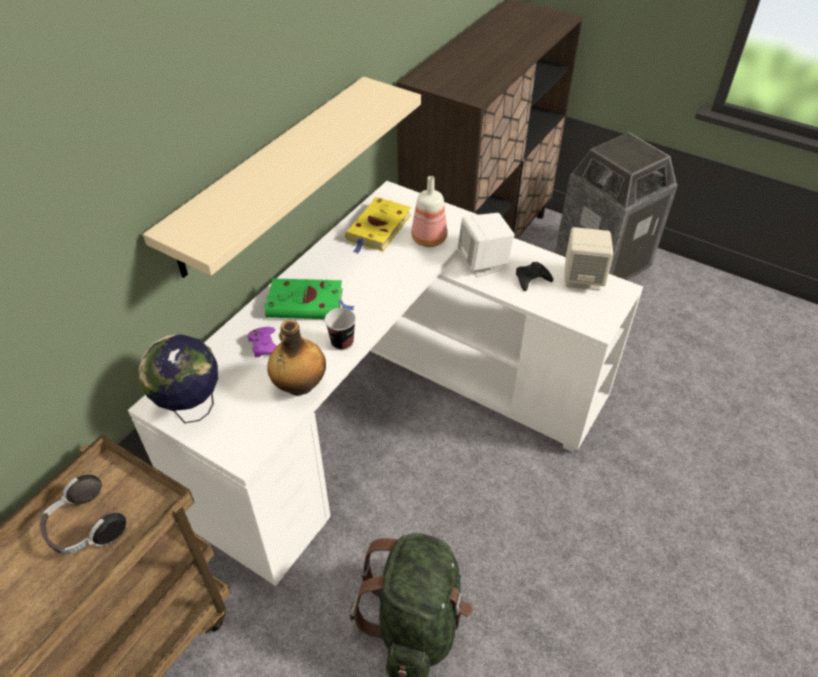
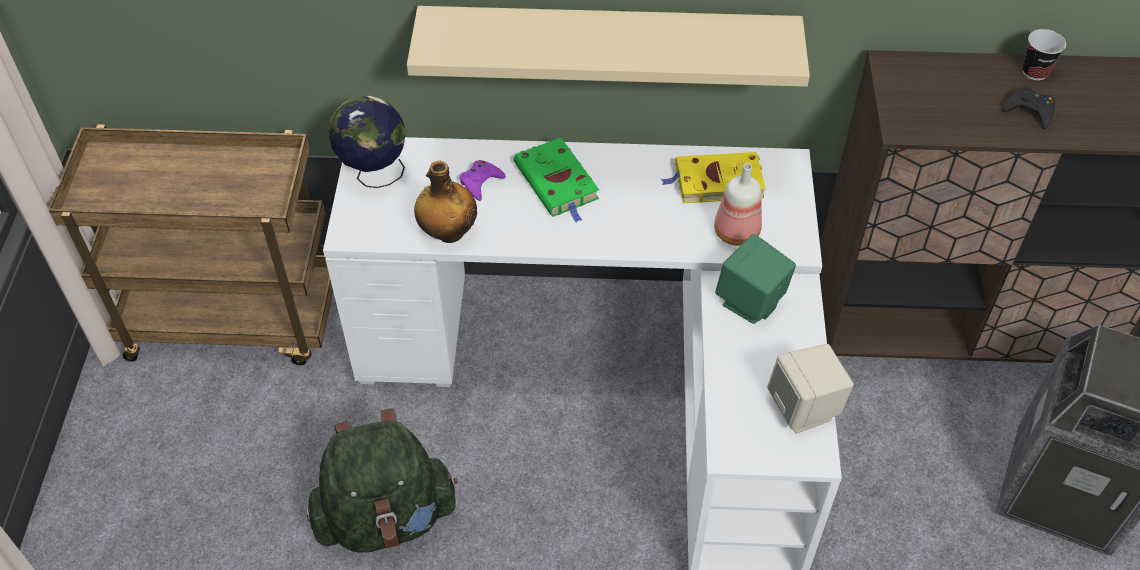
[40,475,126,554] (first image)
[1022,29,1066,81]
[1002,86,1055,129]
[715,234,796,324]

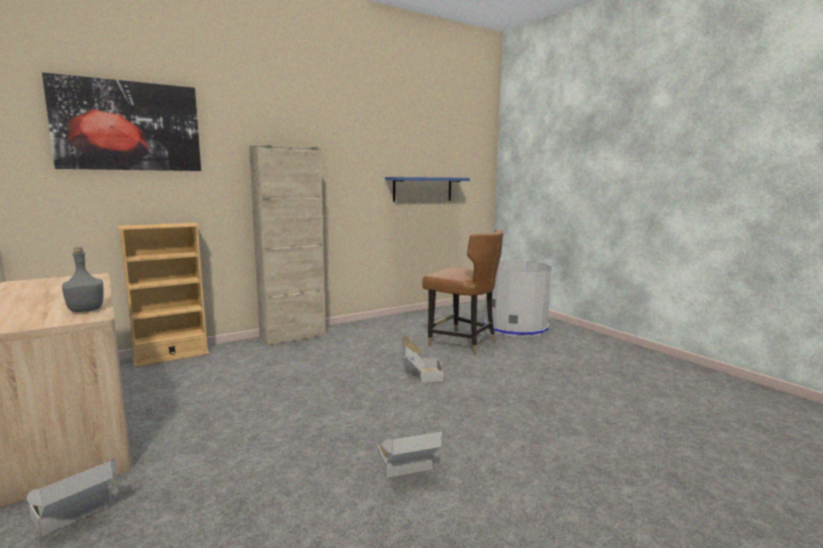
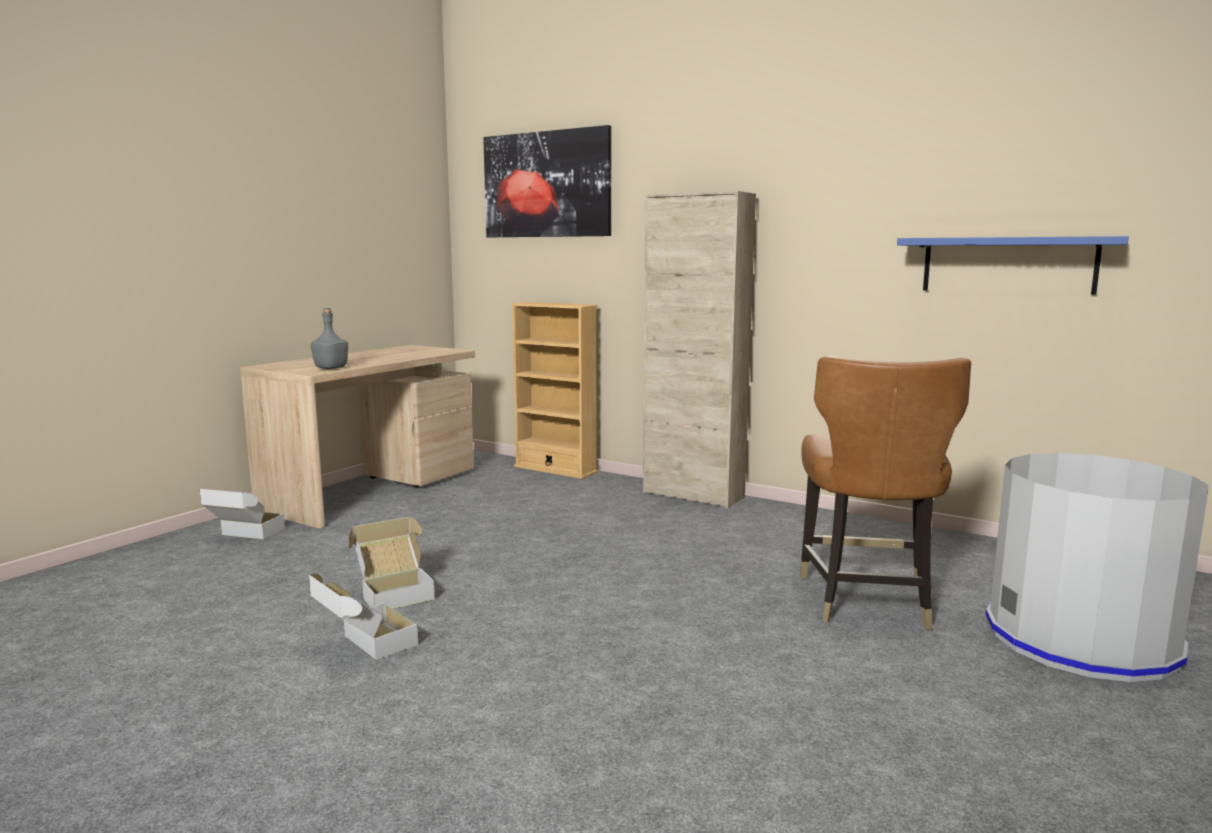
[348,517,435,609]

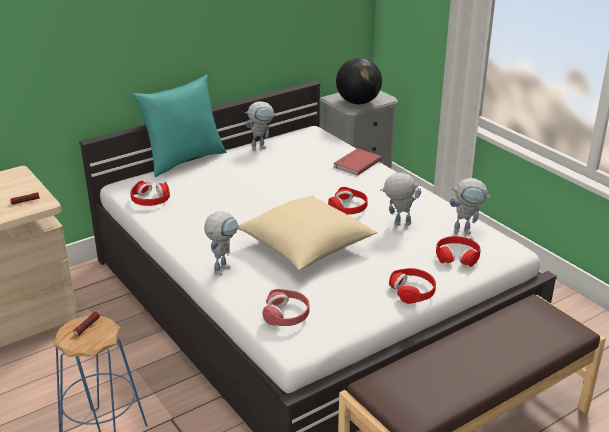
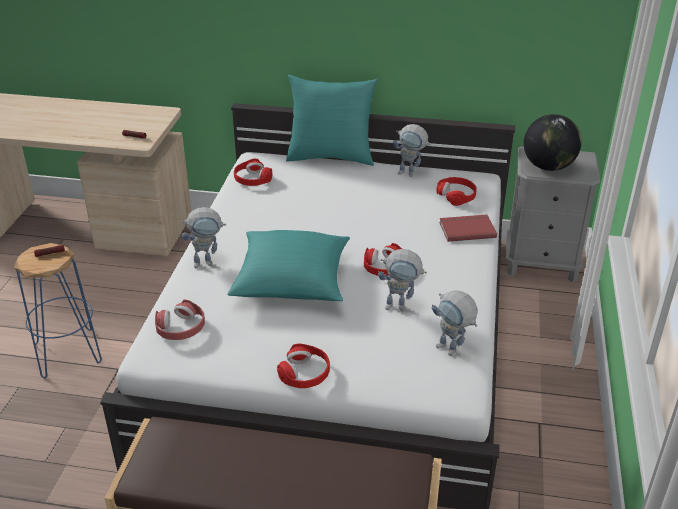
[436,177,477,206]
[227,230,350,301]
[378,249,427,311]

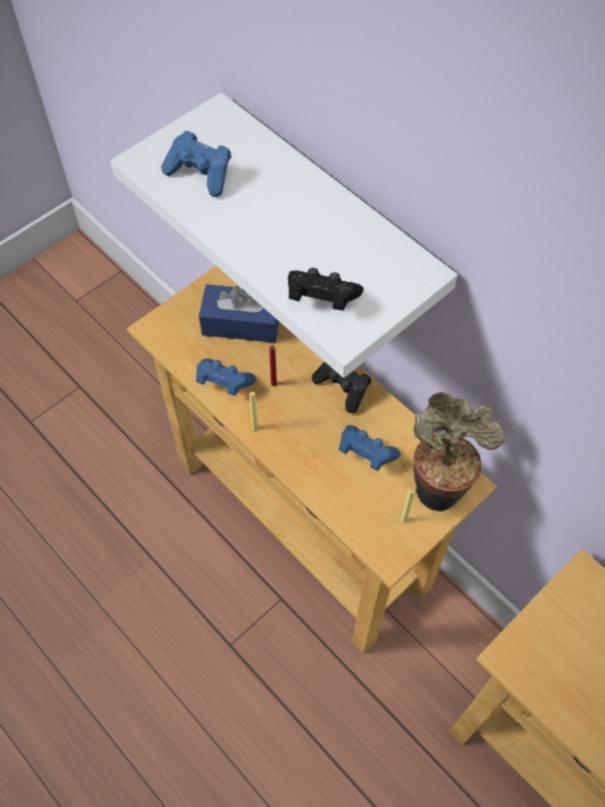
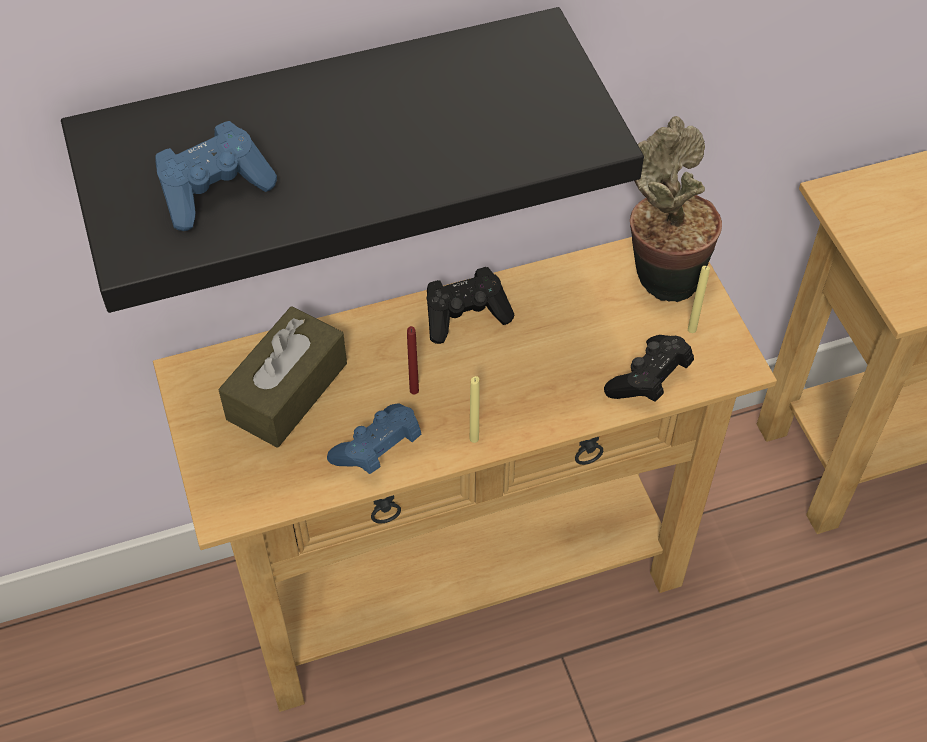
[339,425,401,471] (first image)
[604,335,694,402]
[61,7,644,313]
[218,306,347,447]

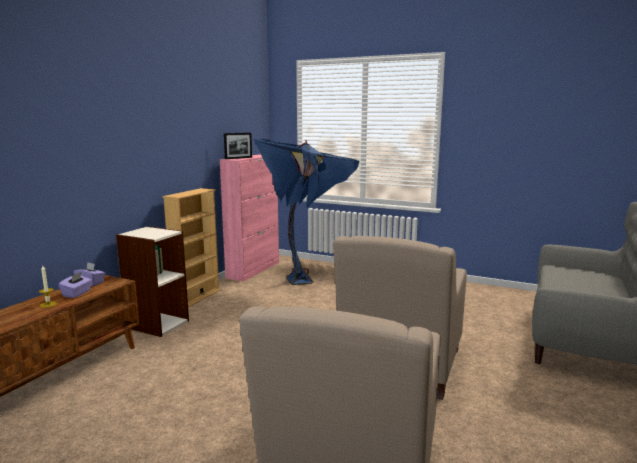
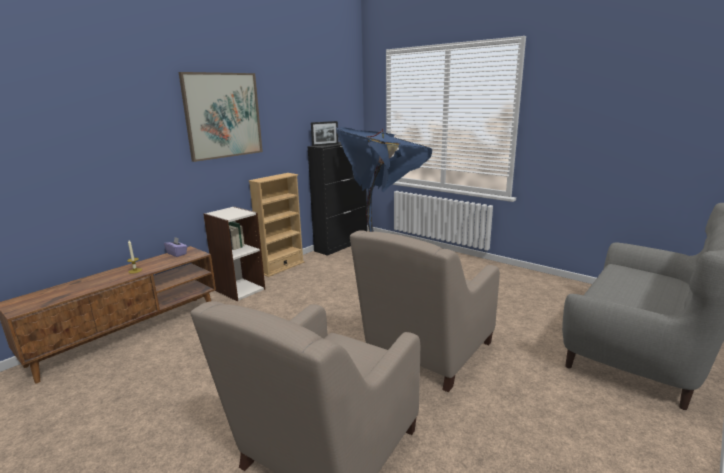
[58,272,92,298] (first image)
[179,72,263,162]
[307,142,367,256]

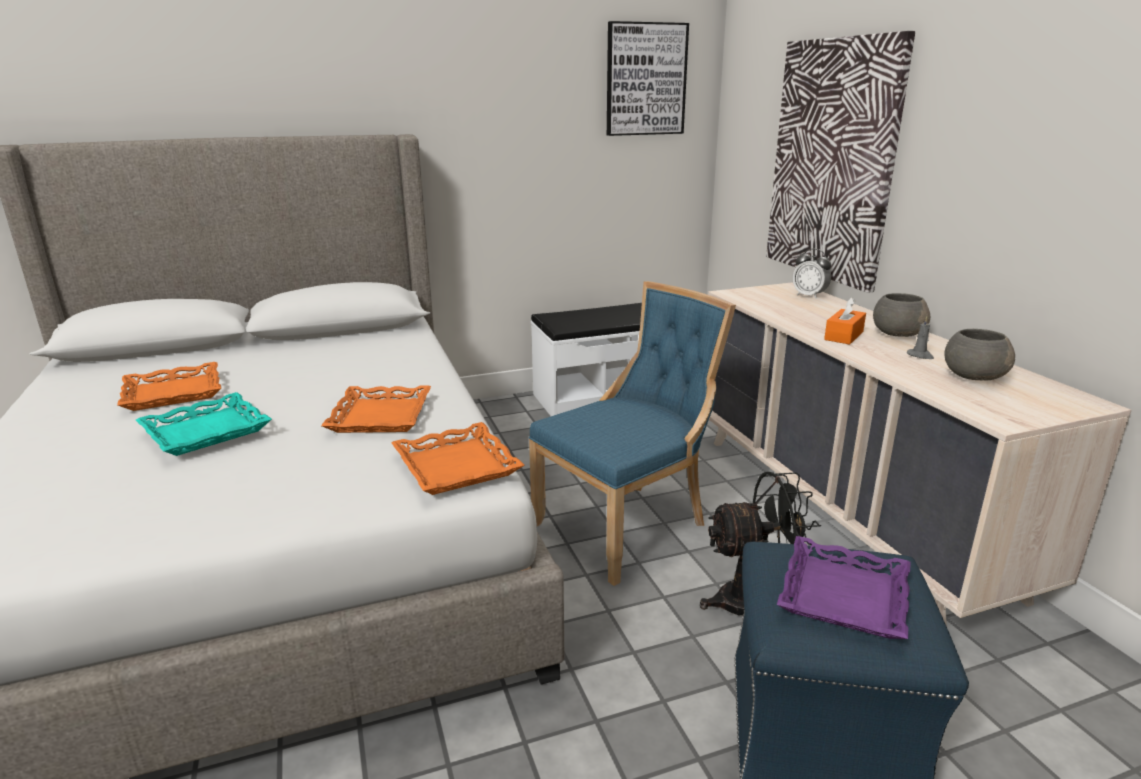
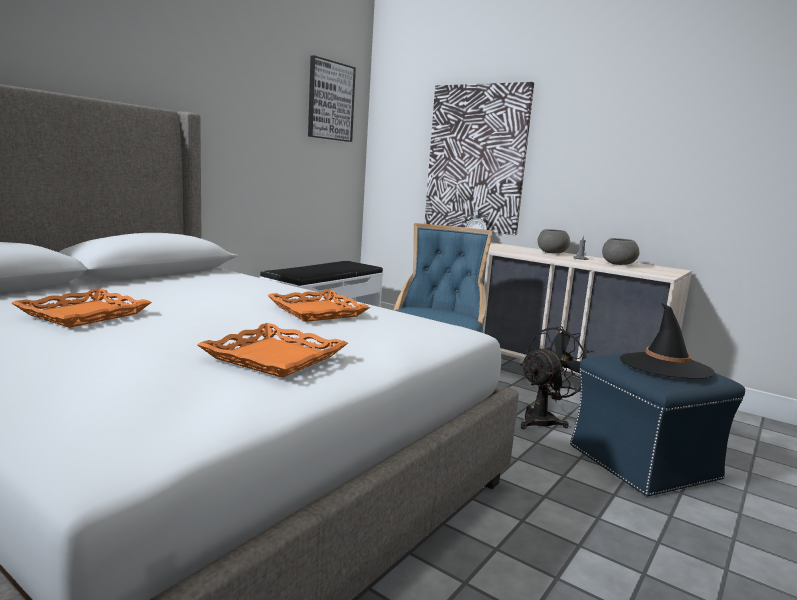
[136,392,272,456] (first image)
[824,297,866,345] (first image)
[197,323,348,378]
[620,302,715,379]

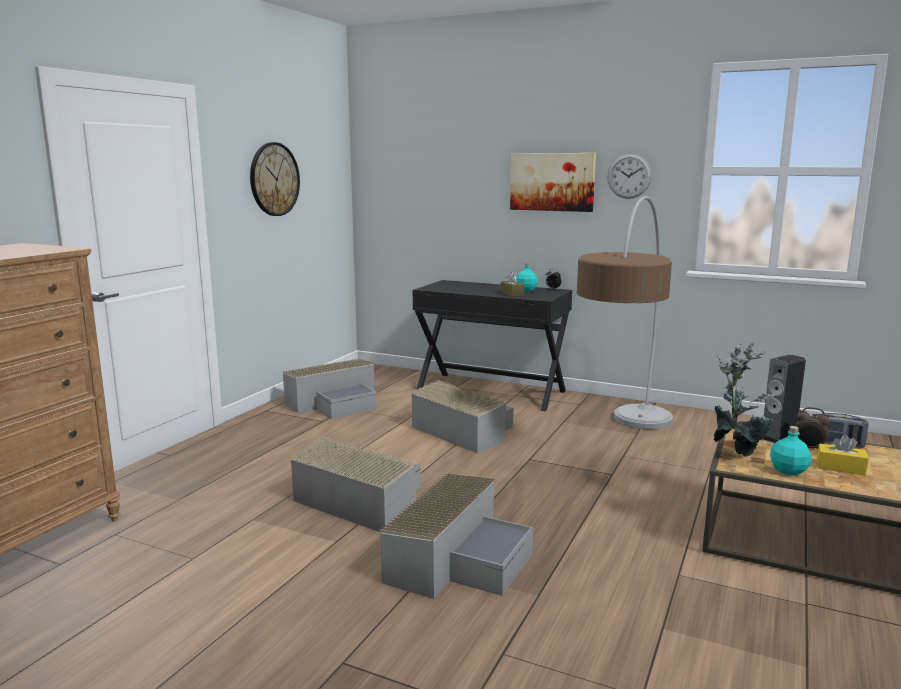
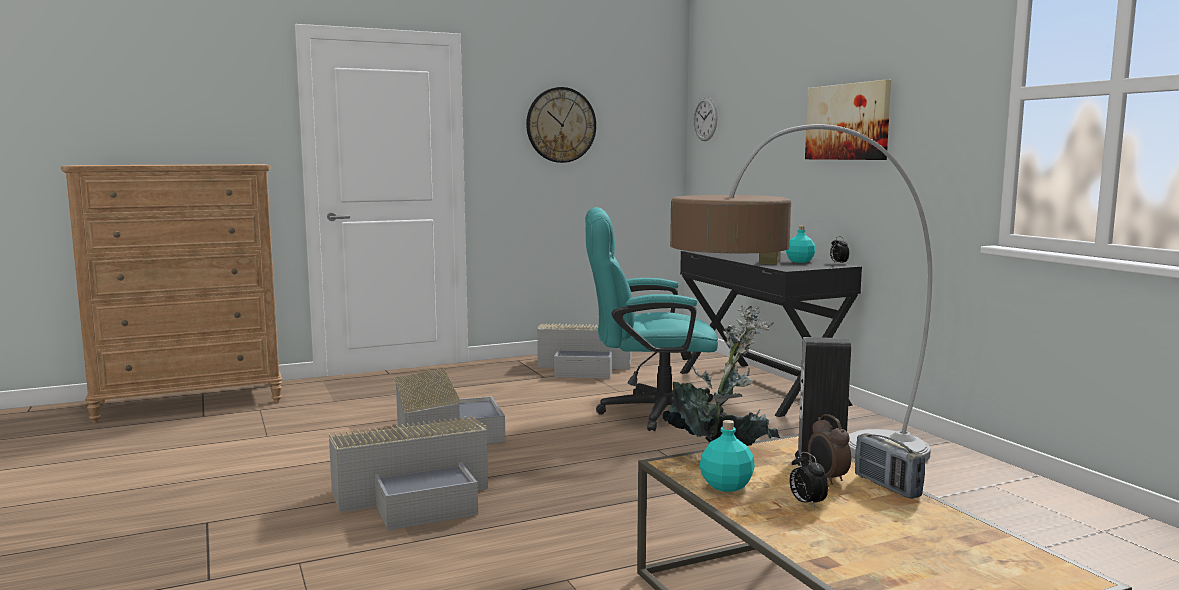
[694,97,717,141]
[586,207,727,431]
[789,452,828,508]

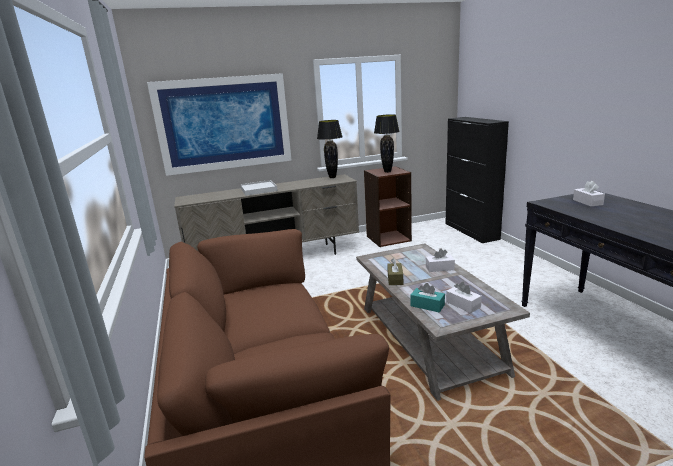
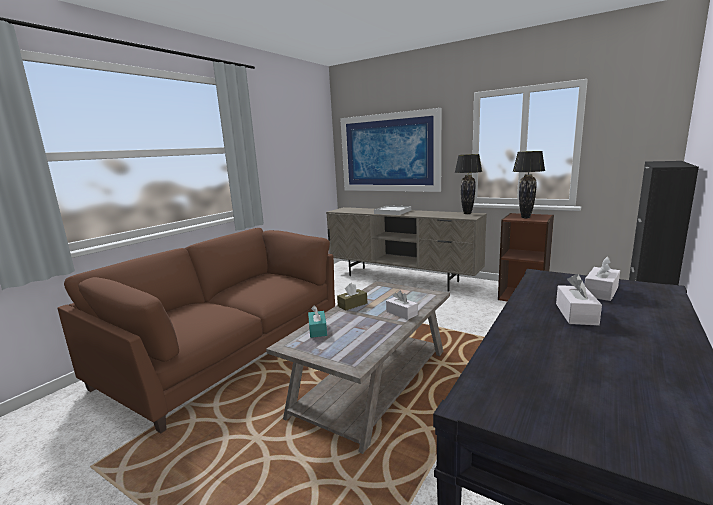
[556,274,602,326]

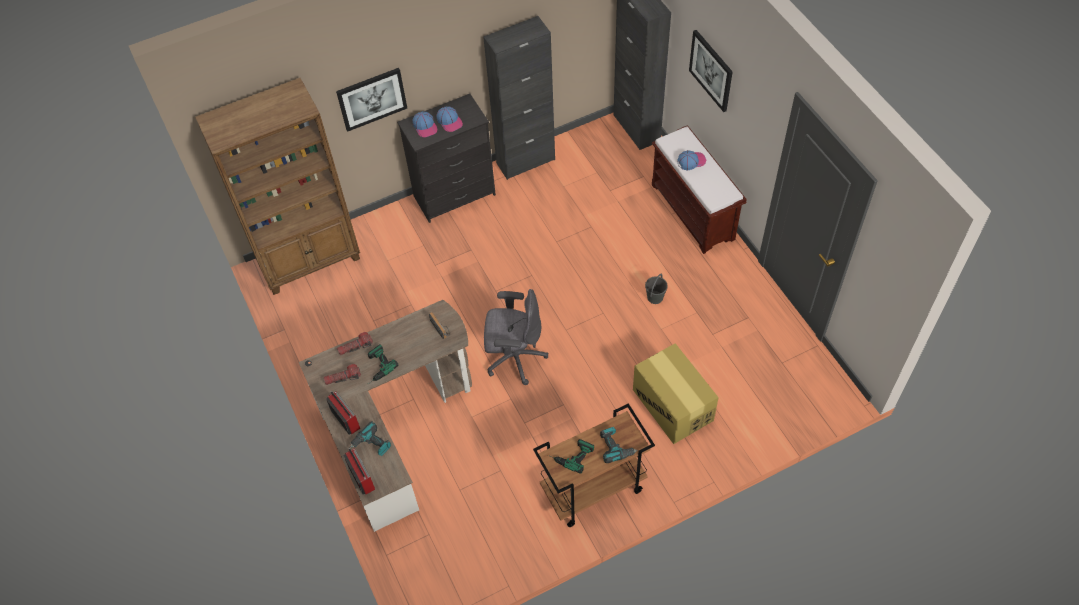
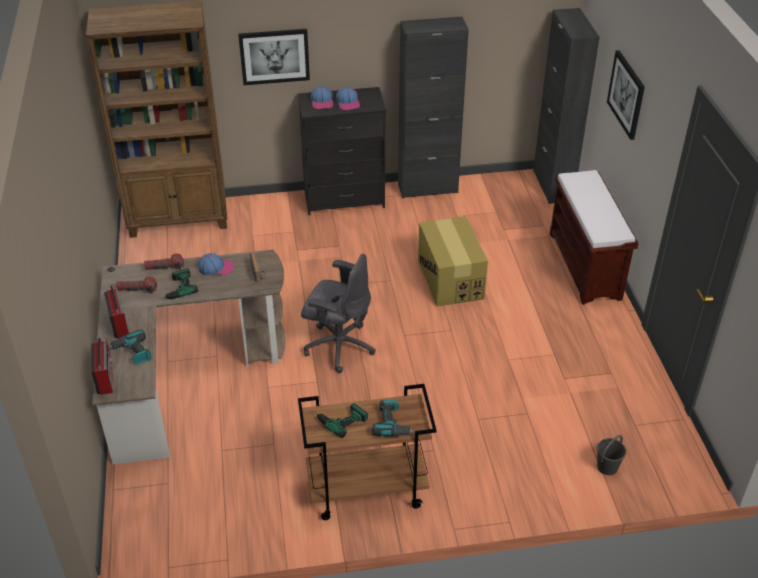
[418,216,488,307]
[597,435,627,475]
[198,253,234,275]

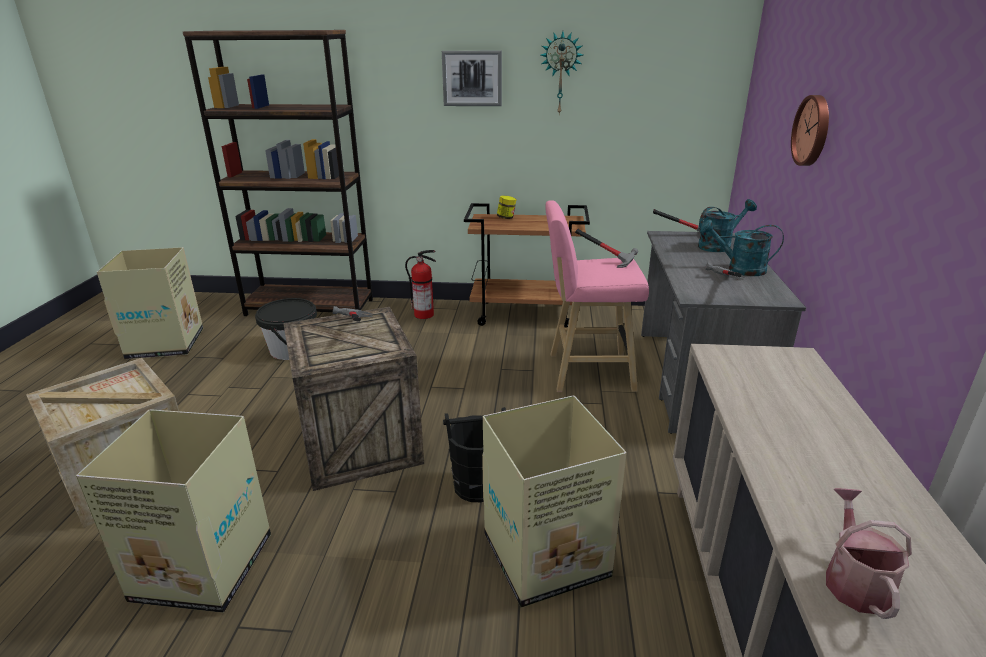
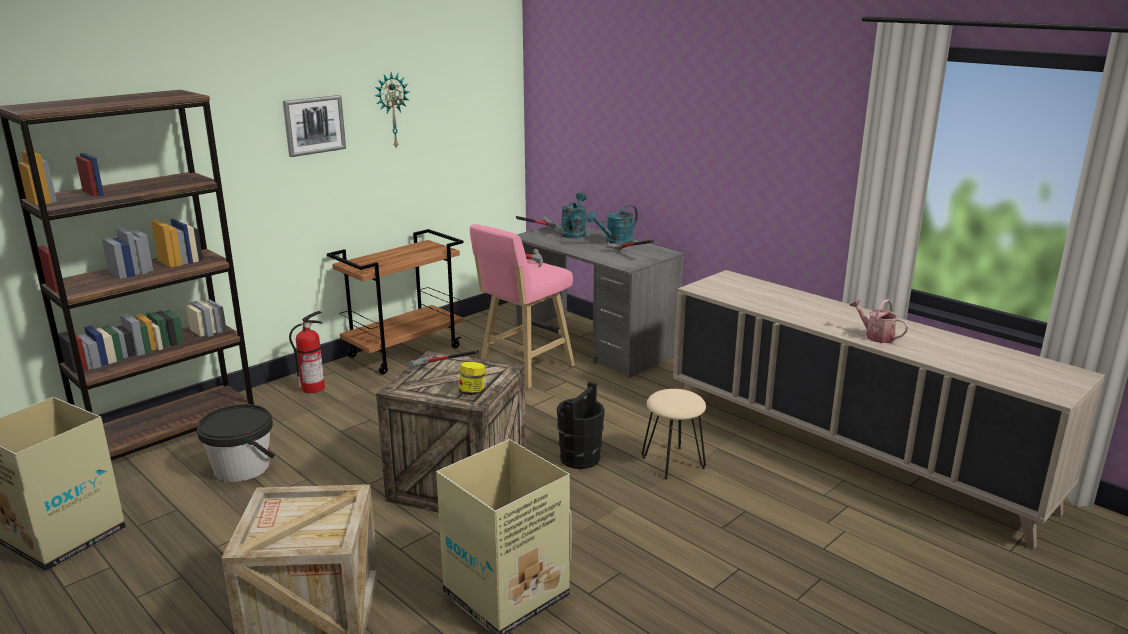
[791,95,829,166] (first image)
[459,362,485,396]
[642,389,706,479]

